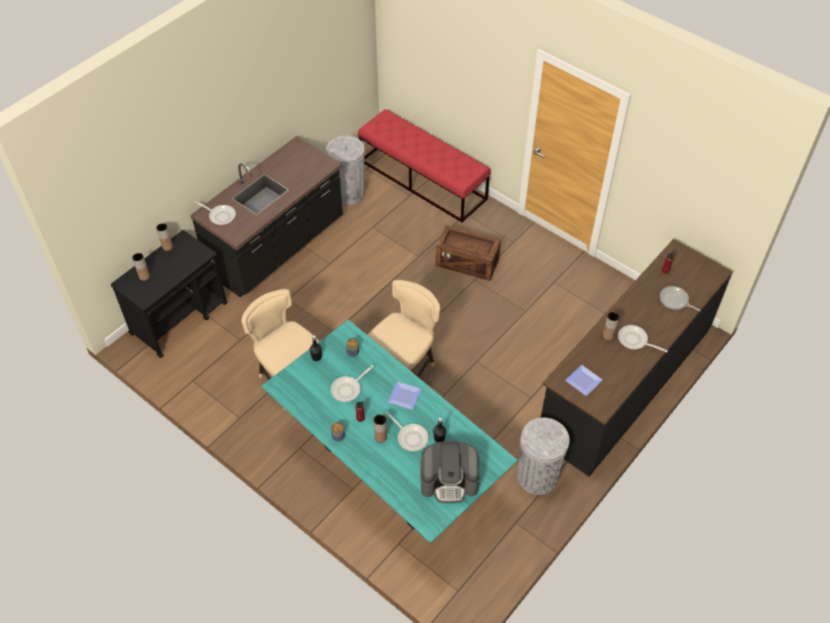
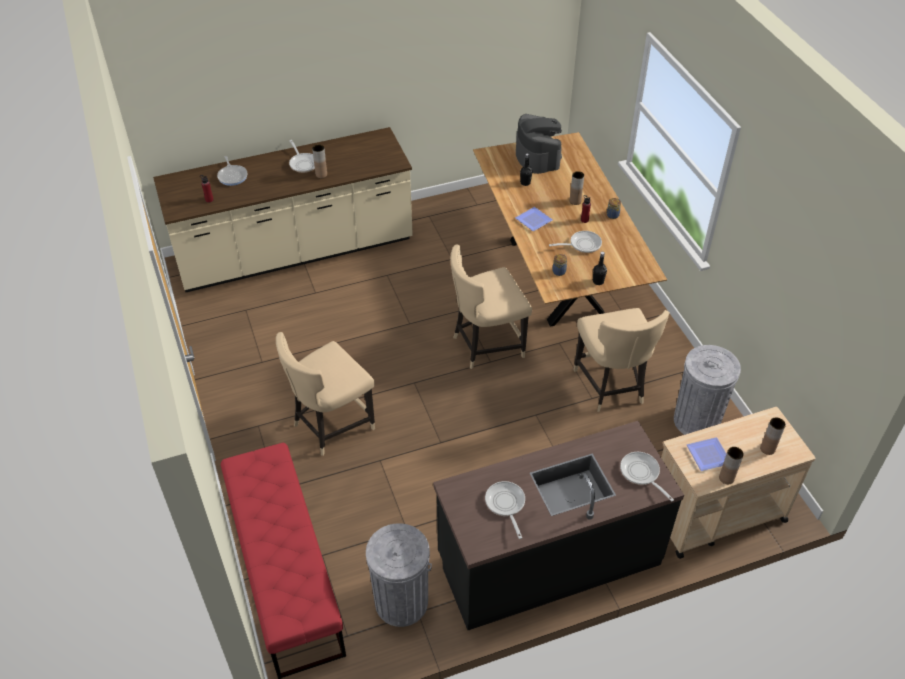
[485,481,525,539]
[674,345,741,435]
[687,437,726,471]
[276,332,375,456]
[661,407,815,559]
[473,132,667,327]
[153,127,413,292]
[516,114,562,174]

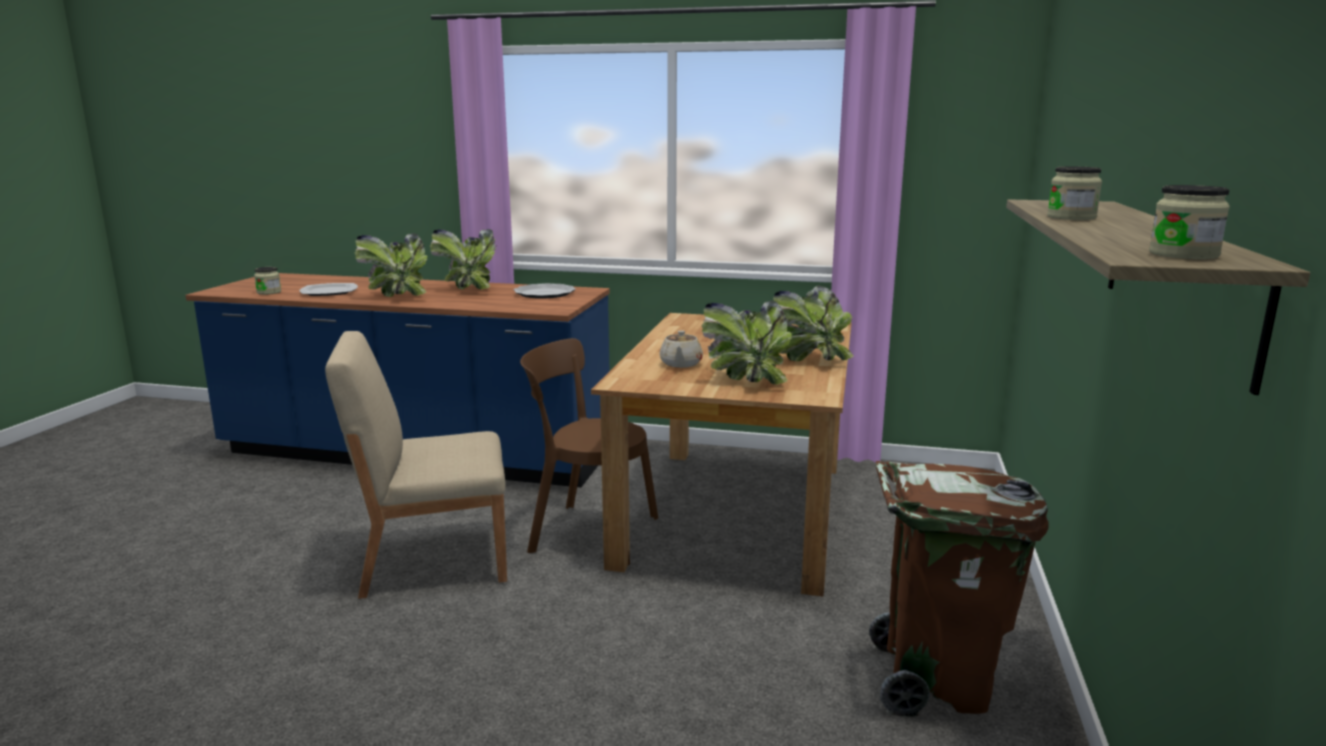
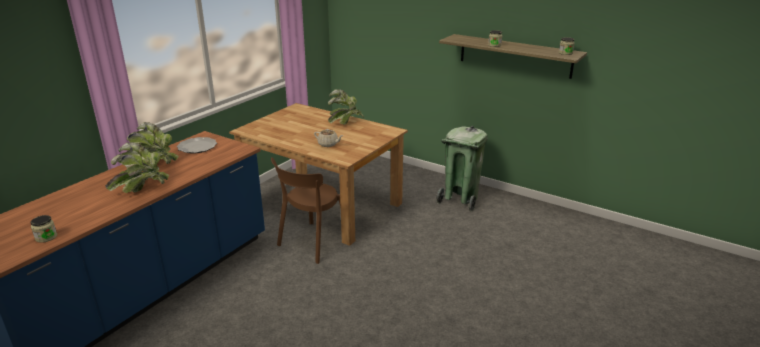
[300,283,358,296] (first image)
[325,331,507,599] (first image)
[702,300,792,385] (first image)
[436,126,488,212]

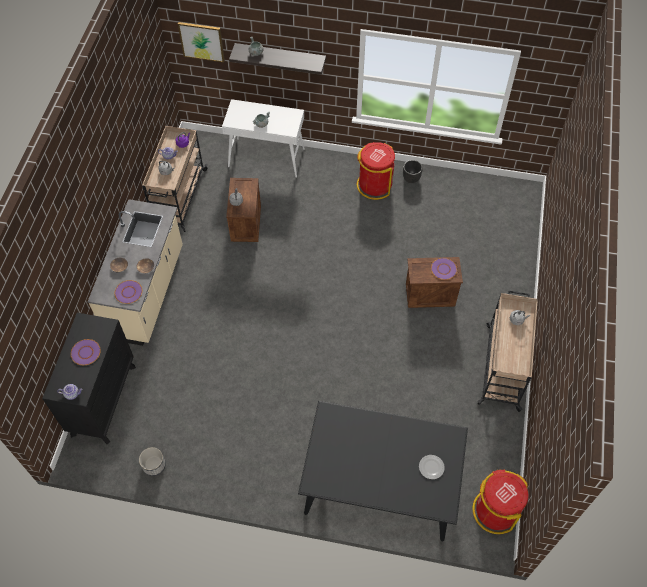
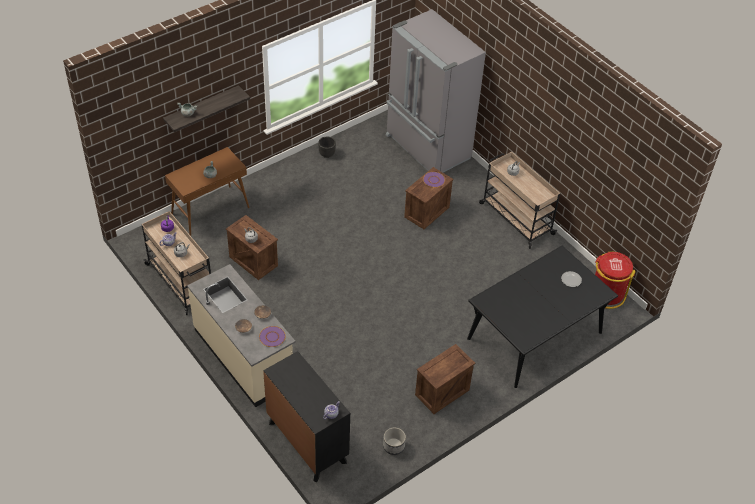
[71,339,101,365] (first image)
[178,22,225,63] (first image)
[357,142,395,200] (first image)
[386,9,486,173]
[415,344,475,414]
[165,147,250,236]

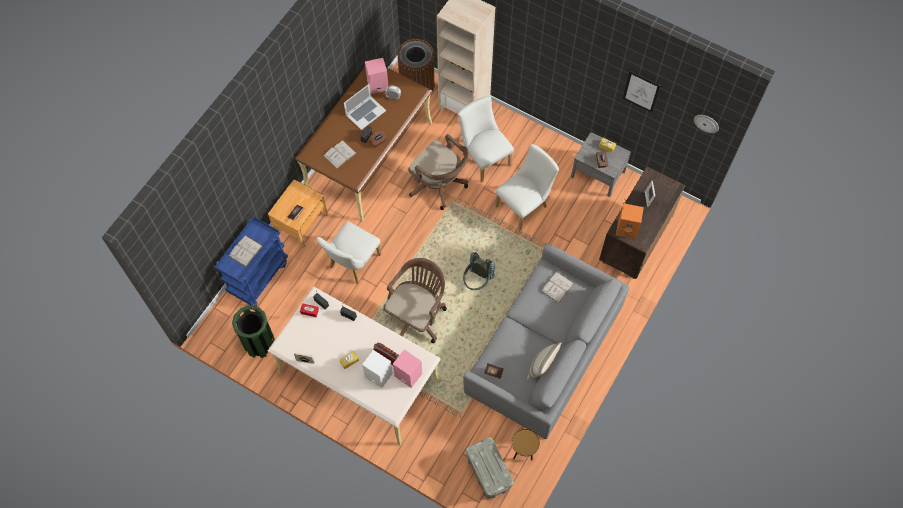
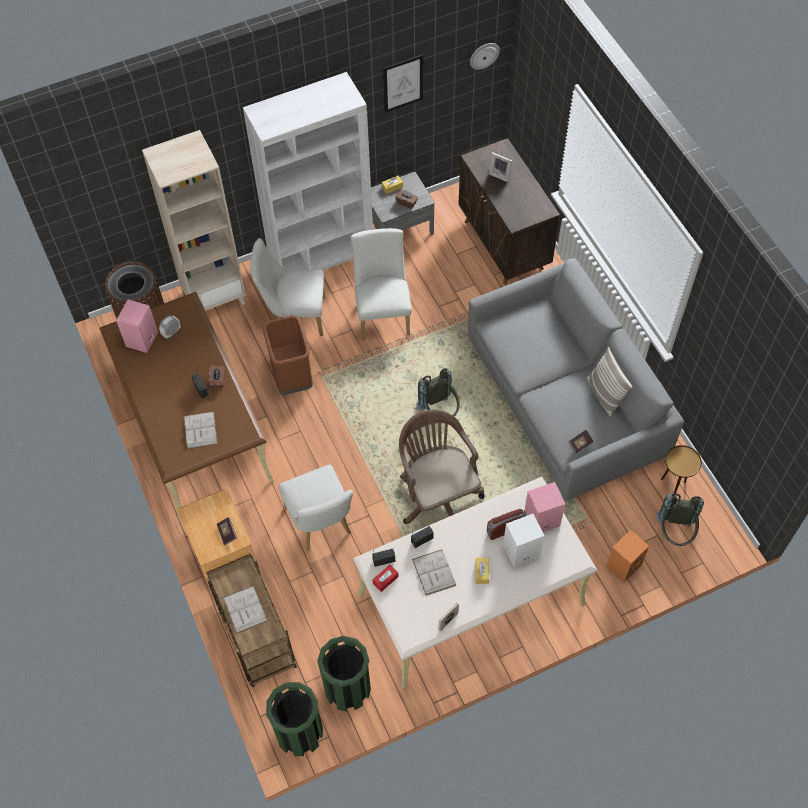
[344,84,386,130] (first image)
[243,72,373,270]
[266,682,323,756]
[412,550,456,596]
[606,530,649,583]
[263,315,313,395]
[656,493,704,546]
[206,553,297,687]

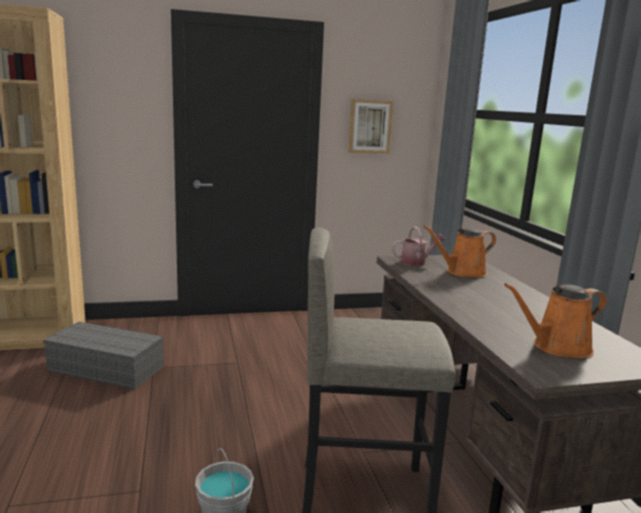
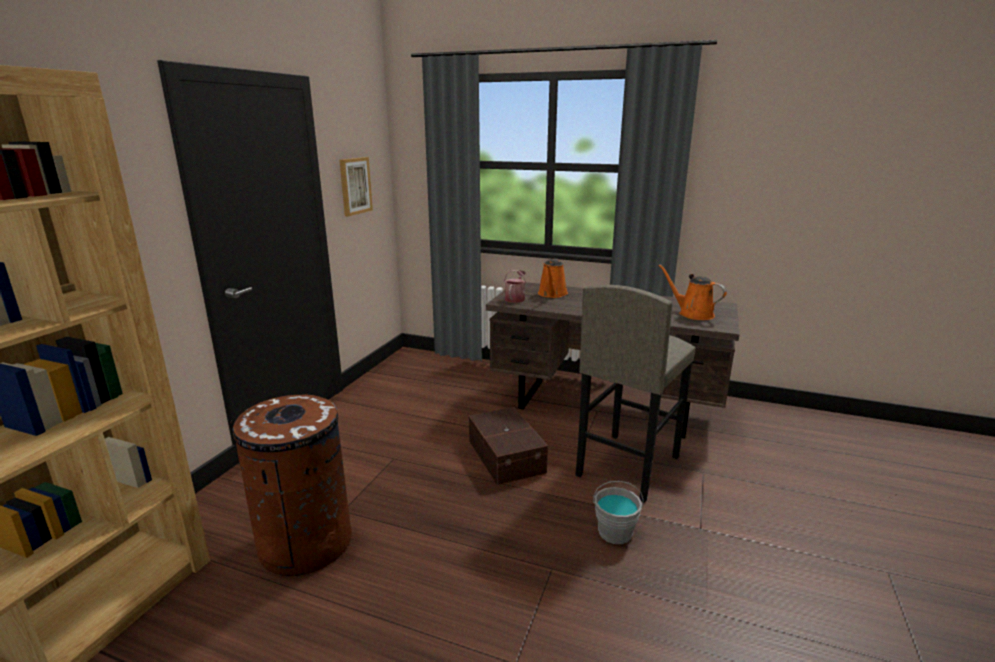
[469,407,548,485]
[230,395,352,576]
[658,264,727,320]

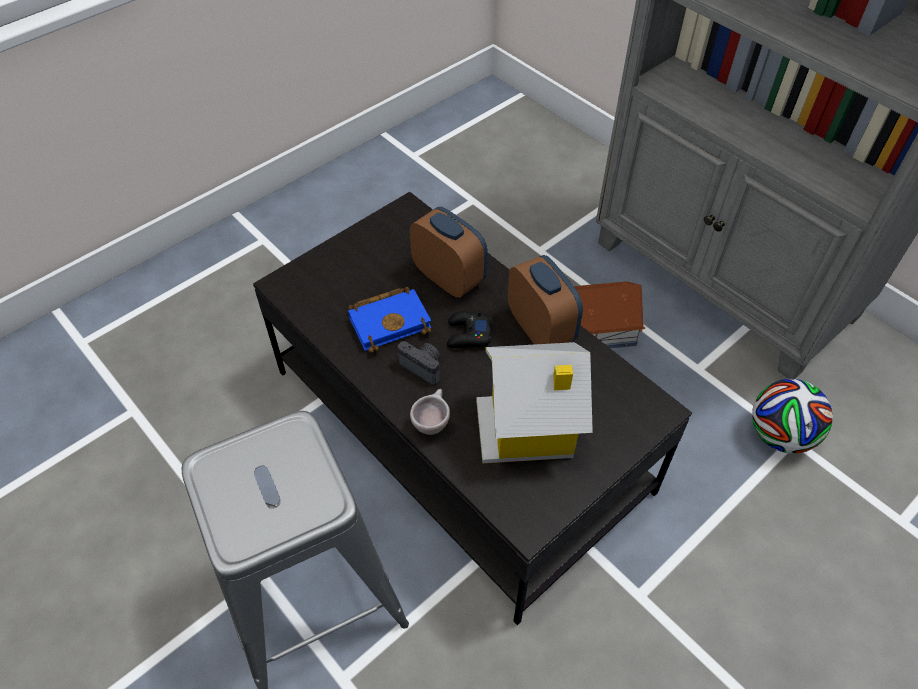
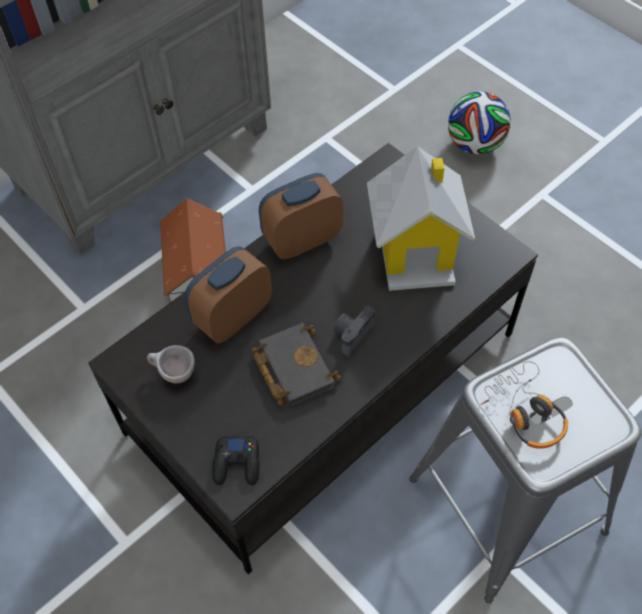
[481,361,568,449]
[147,345,195,383]
[212,435,260,485]
[448,91,511,155]
[252,323,341,407]

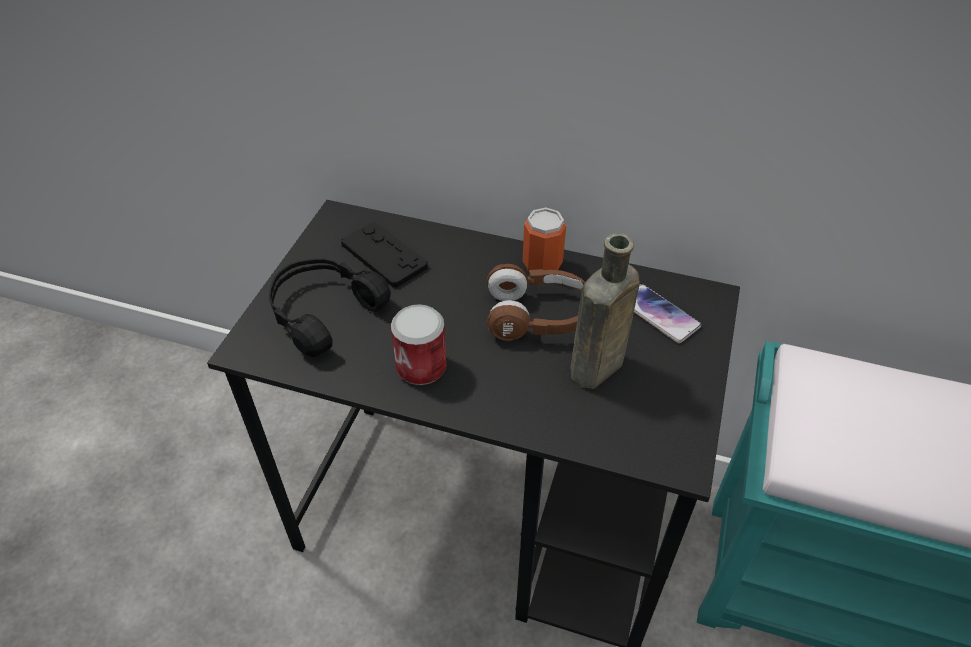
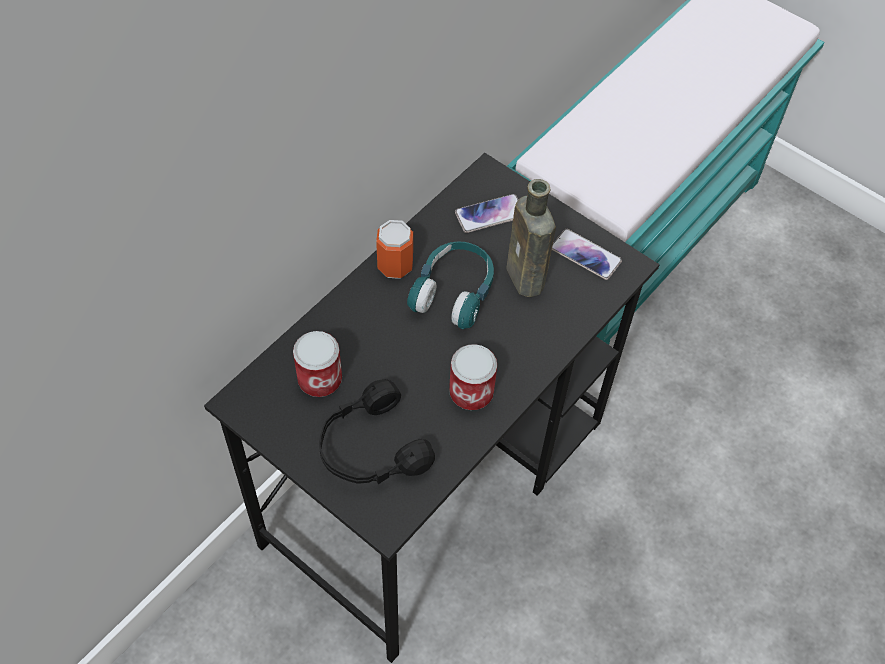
[552,229,622,280]
[293,331,342,397]
[407,242,494,329]

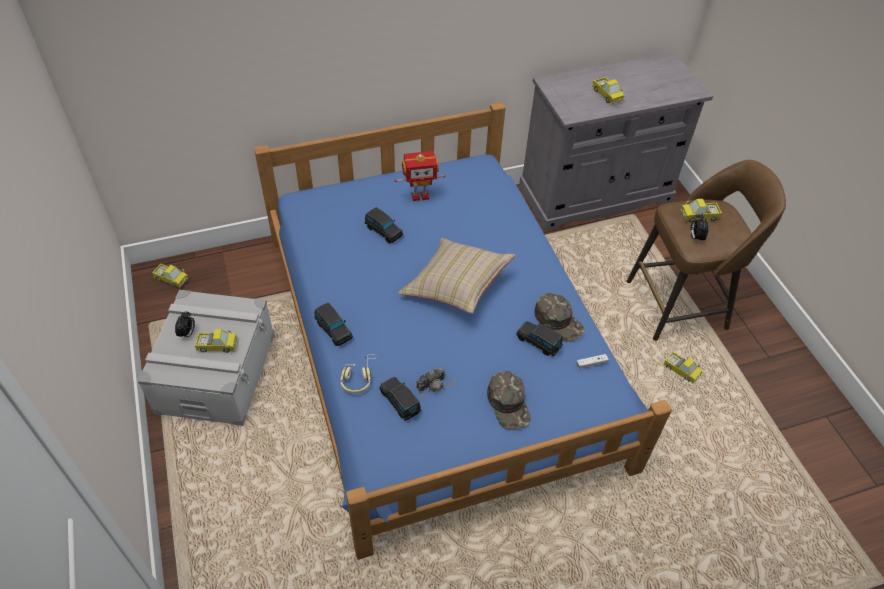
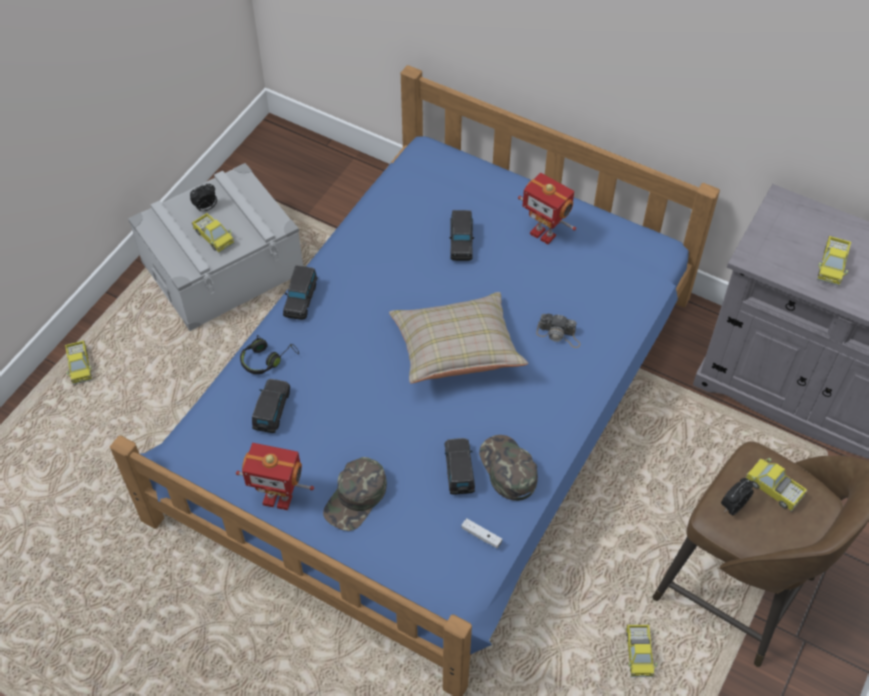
[236,443,314,510]
[65,341,93,385]
[536,314,581,348]
[240,335,299,374]
[479,435,538,501]

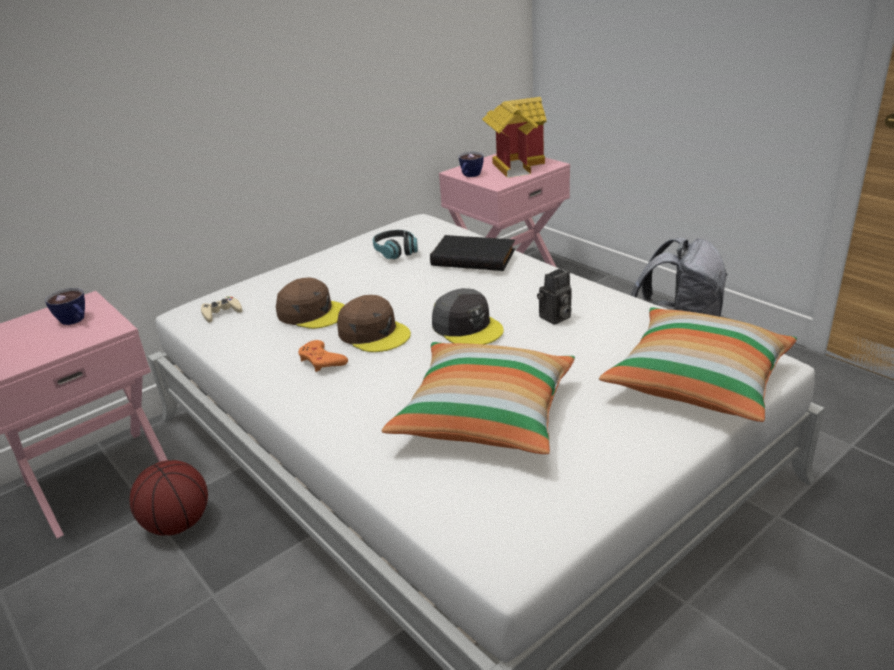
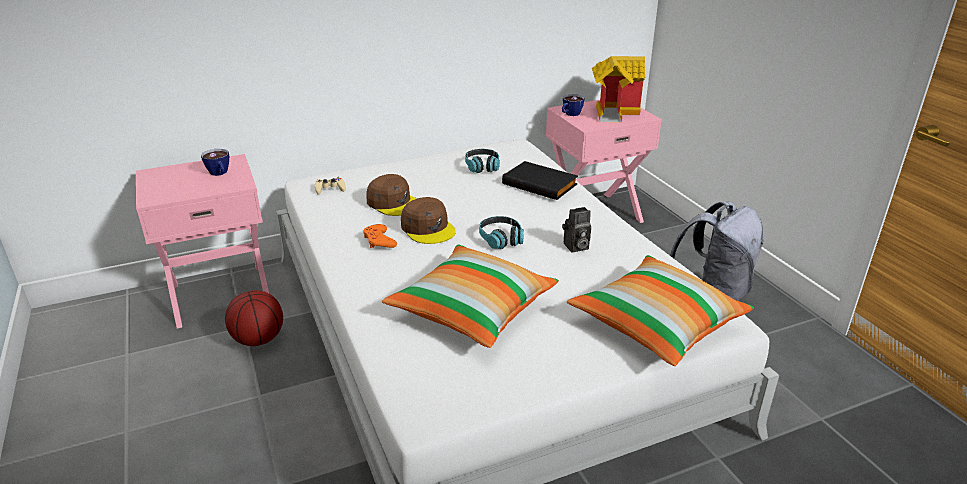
[479,216,524,249]

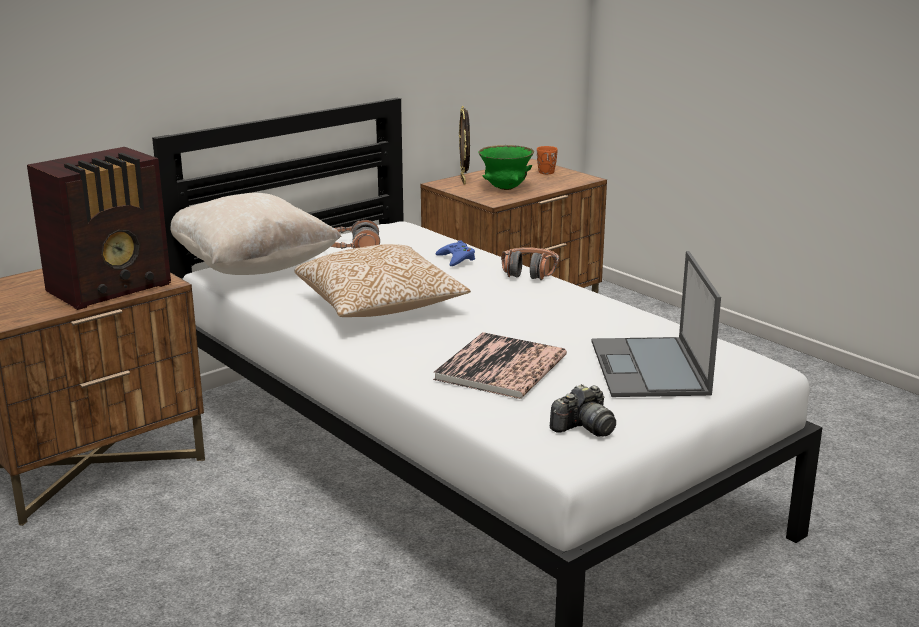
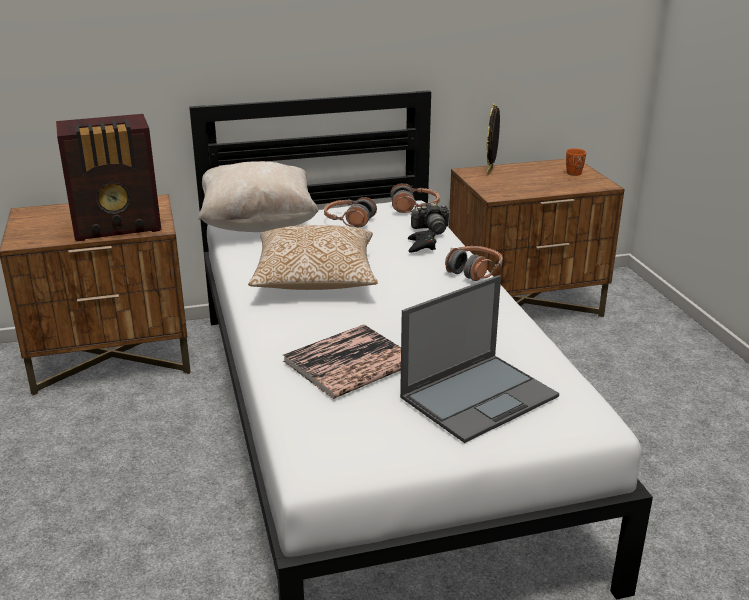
[478,145,534,190] (first image)
[390,183,440,213]
[411,202,449,235]
[408,230,436,253]
[400,275,559,443]

